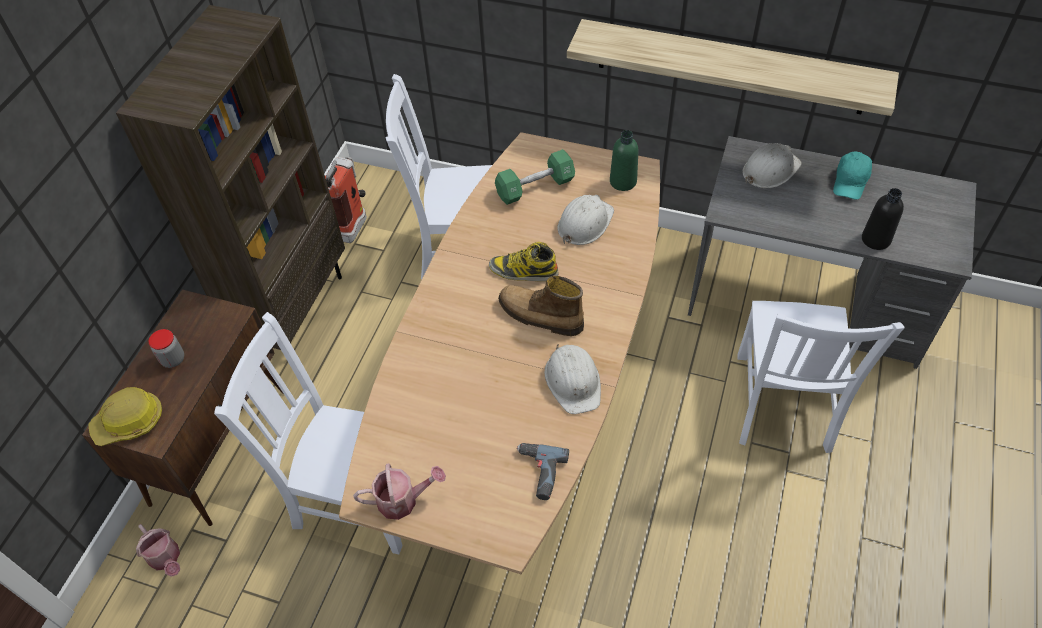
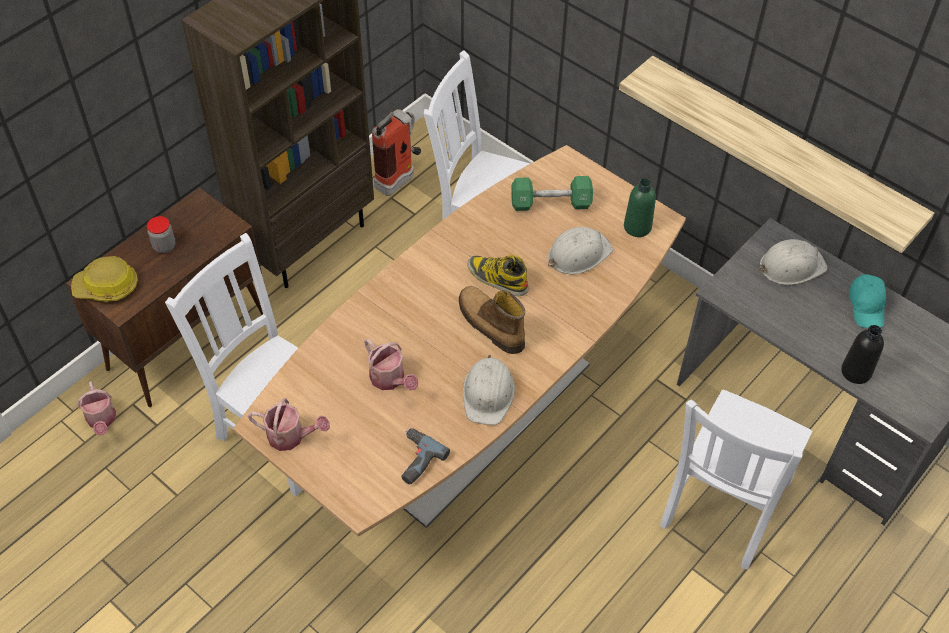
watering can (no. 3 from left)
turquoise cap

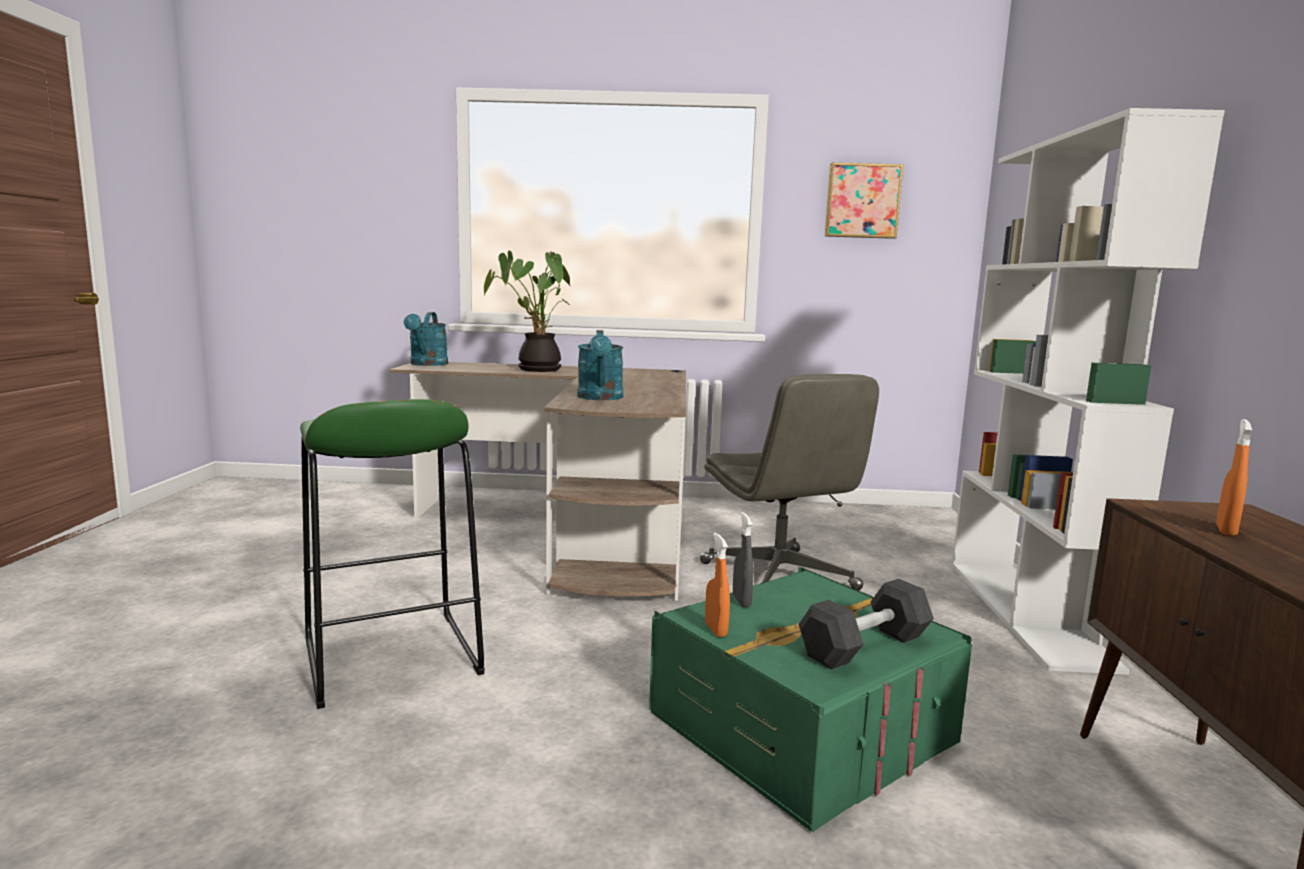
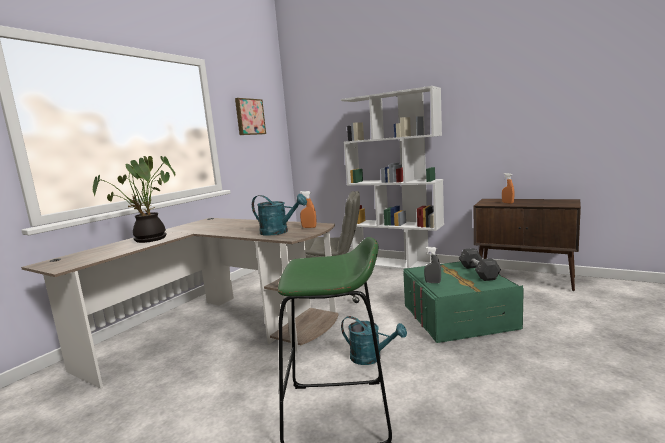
orange spray bottle (no. 1 from left)
turquoise watering can (no. 2 from left)

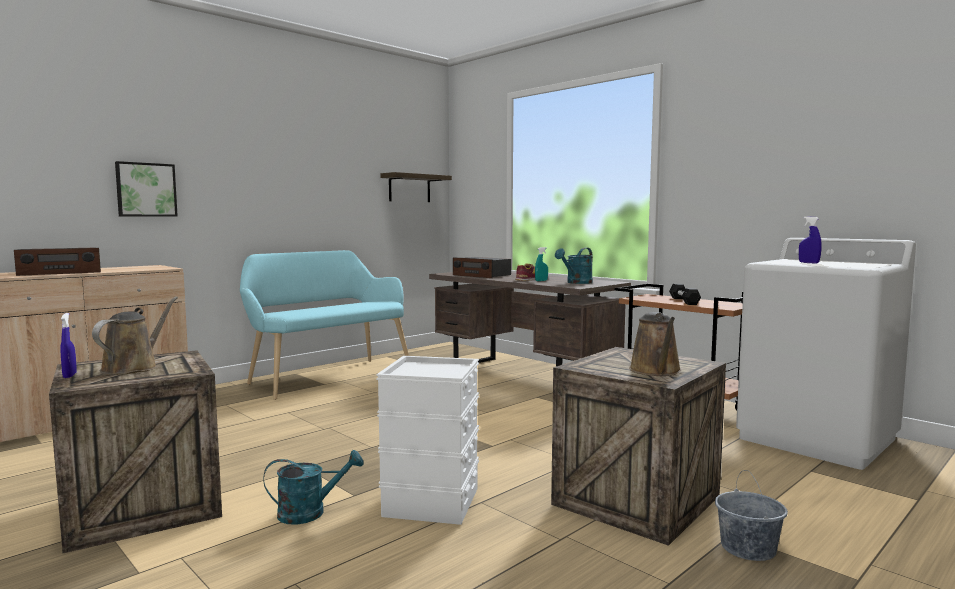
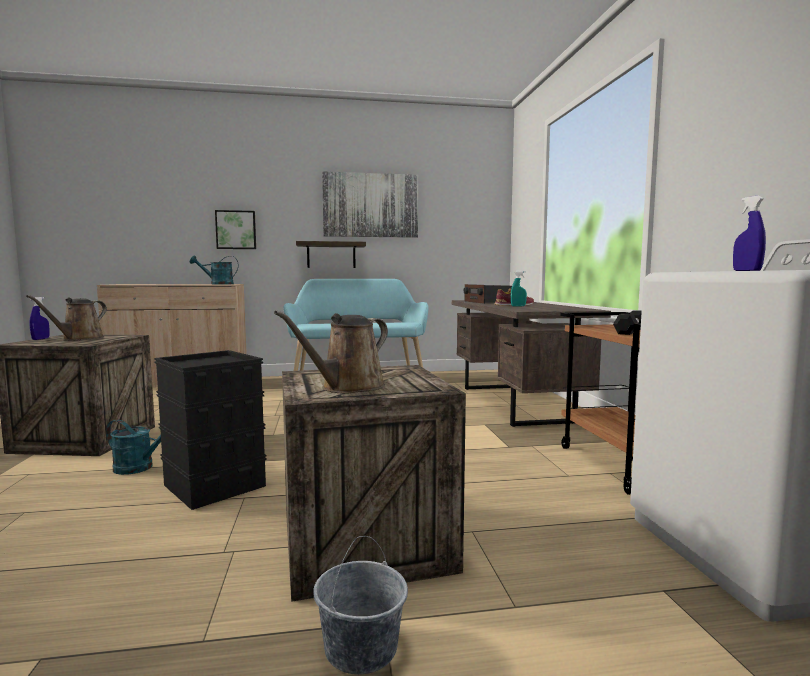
brown watering can (no. 1 from left)
black storage box
turquoise watering can (no. 2 from left)
shelf
picture (no. 2 from left)
radio (no. 1 from left in the first image)

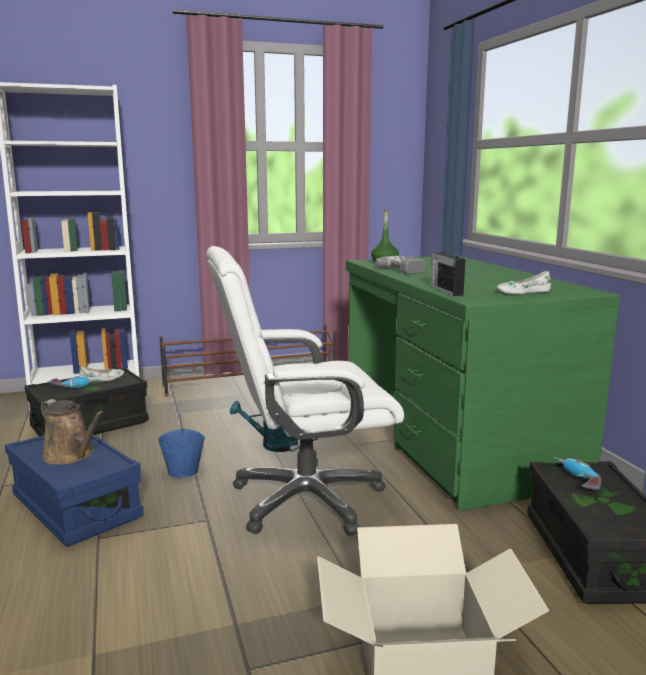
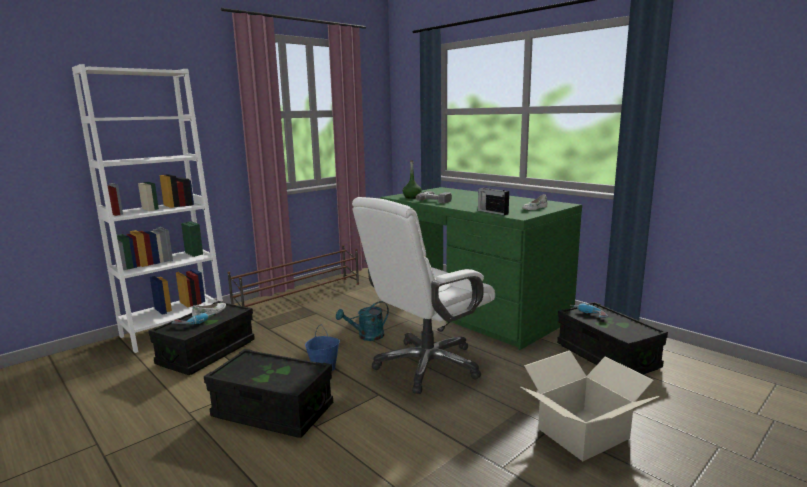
black storage box (no. 2 from left)
brown watering can

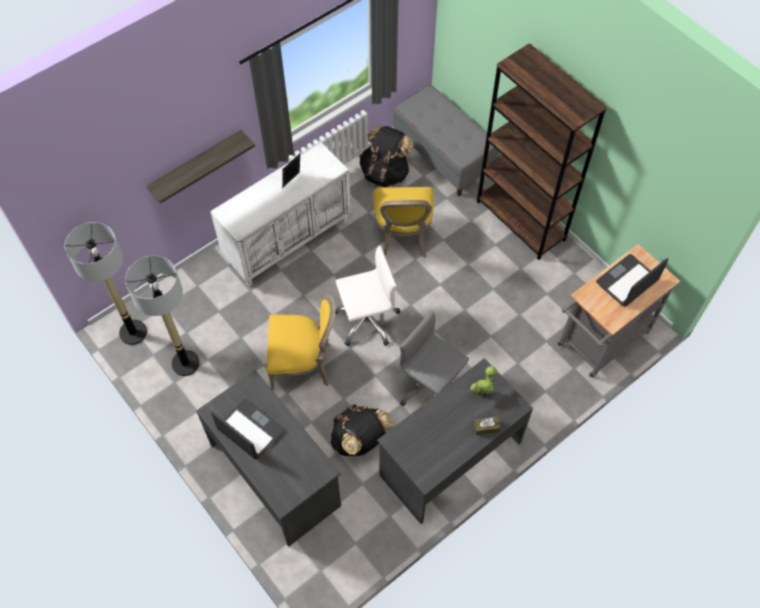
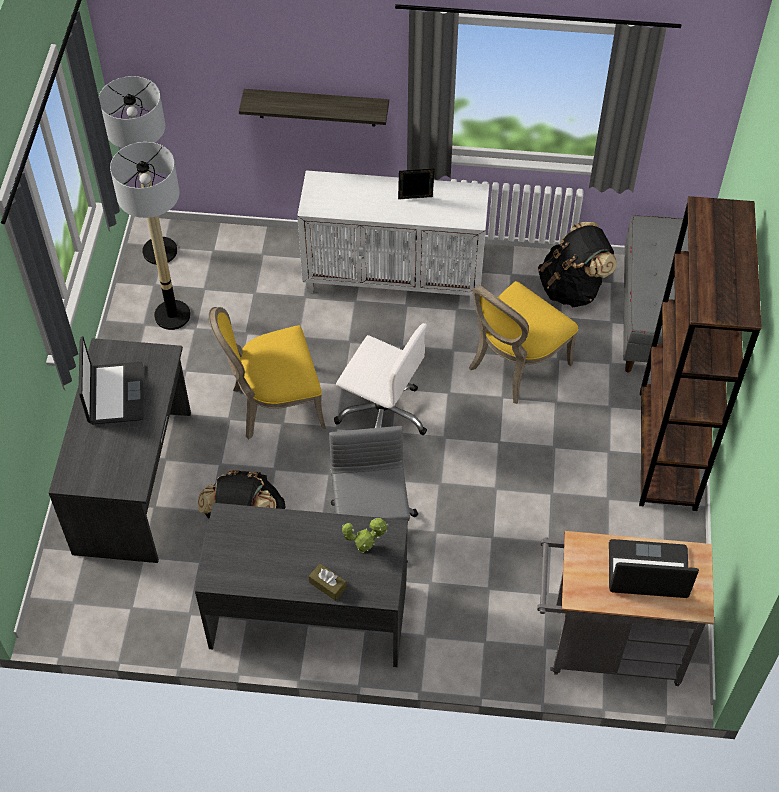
yellow chair (no. 1 from left)

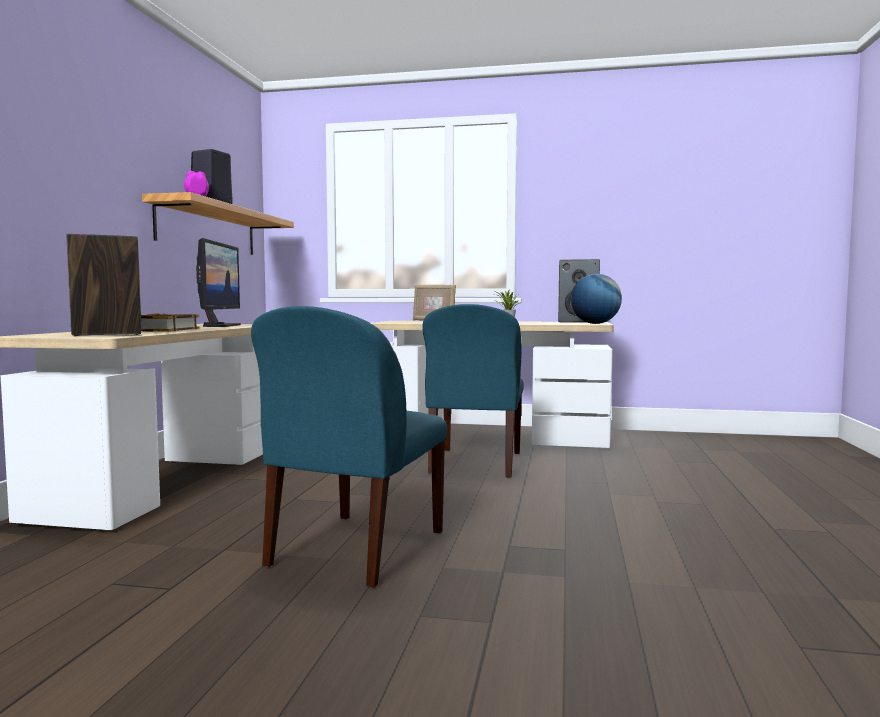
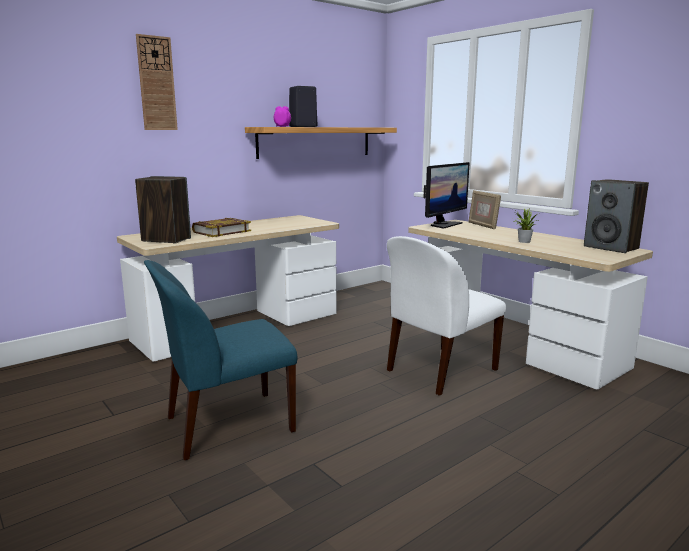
wall clock
white chair
monitor
globe

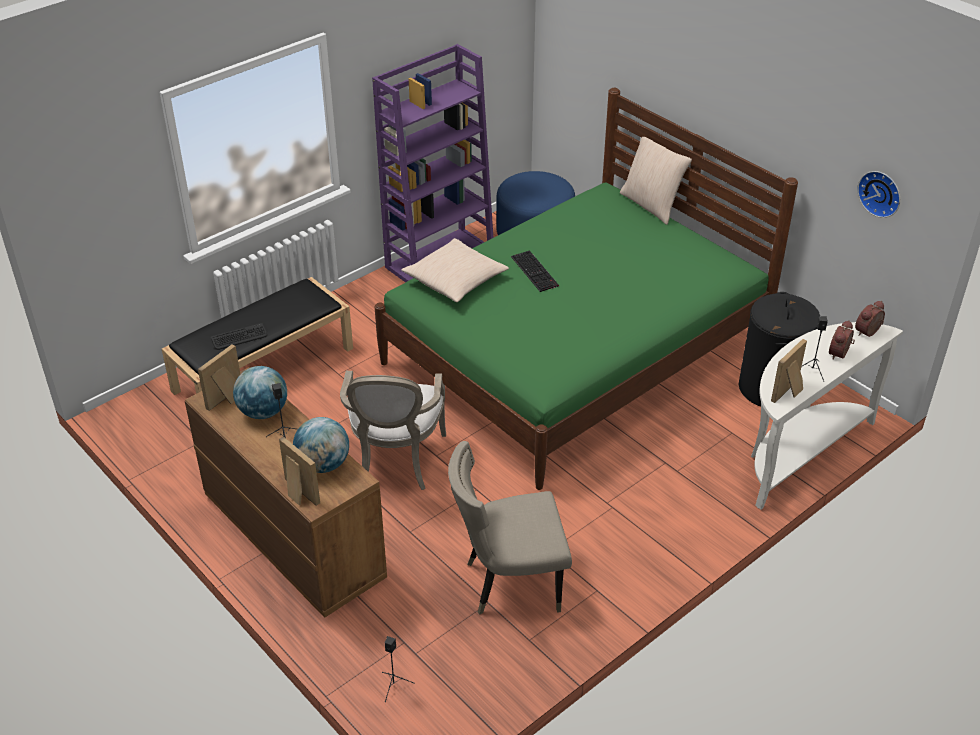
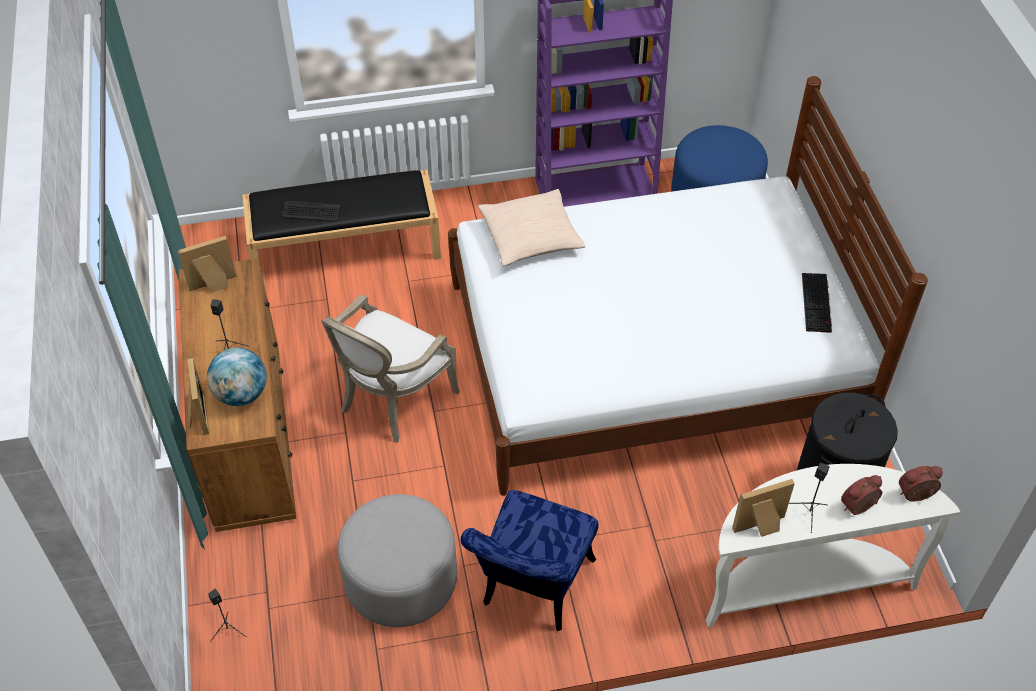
grey ottoman
white bed
blue chair
keyboard (no. 2 from left)
globe (no. 1 from left in the first image)
beige pillow (no. 2 from left in the first image)
wall clock

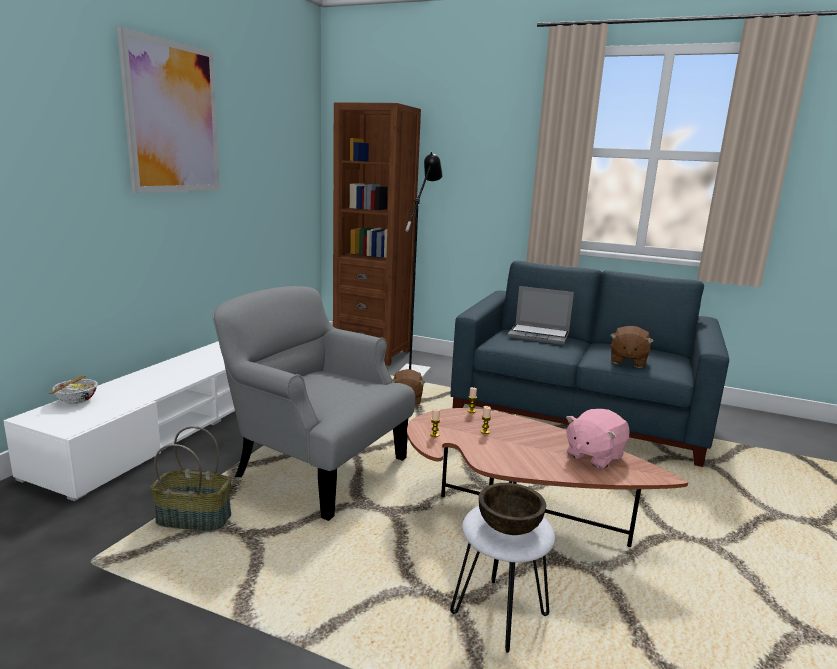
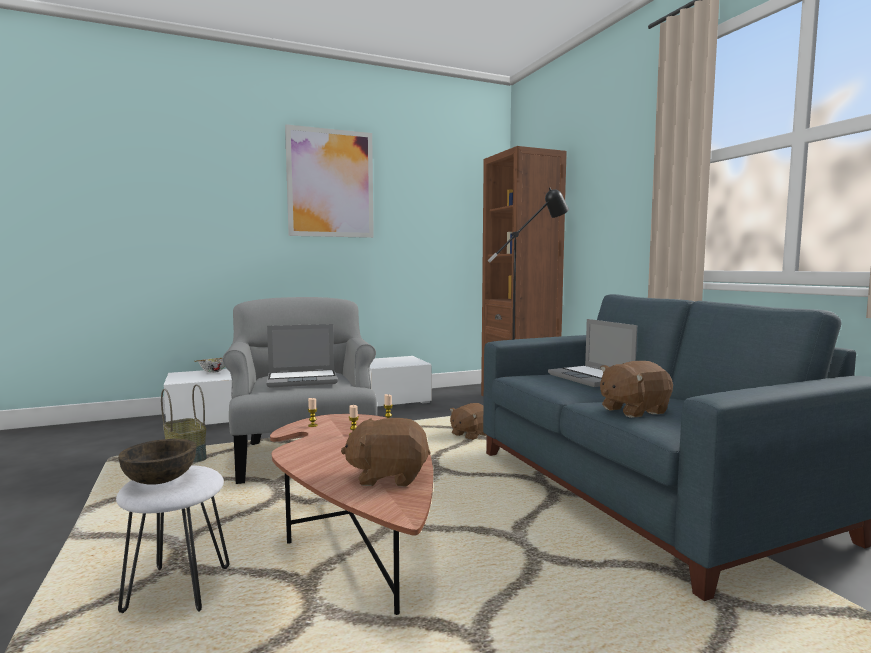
laptop (no. 1 from left)
brown plush toy (no. 1 from left)

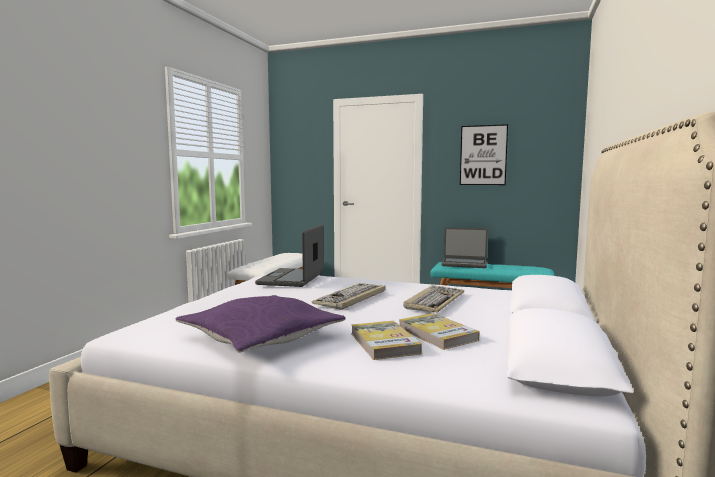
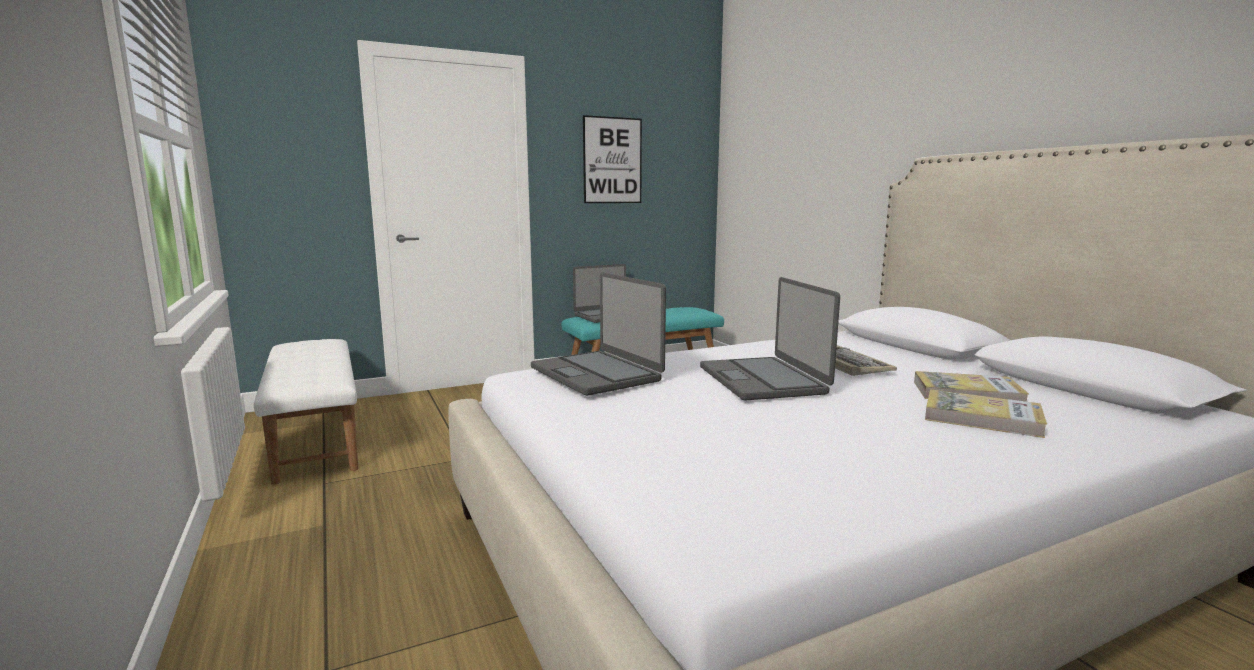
laptop (no. 3 from left)
purple pillow

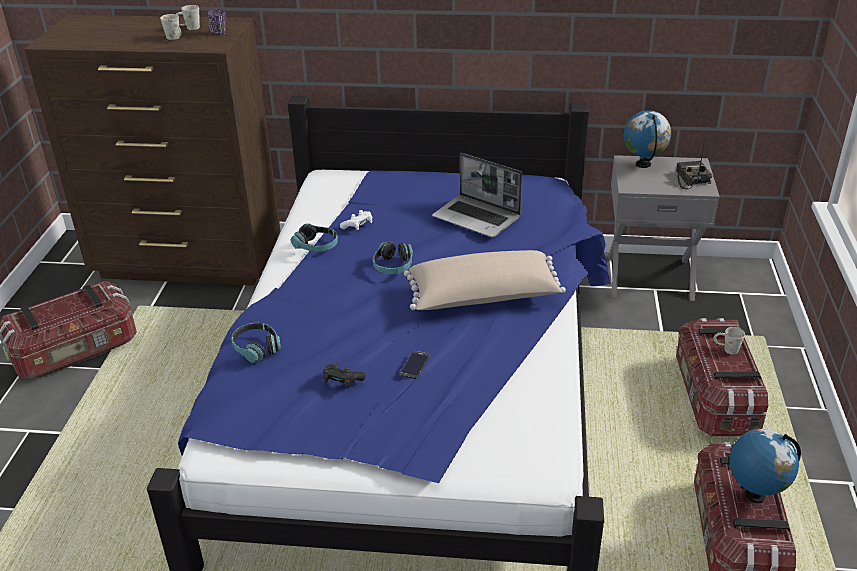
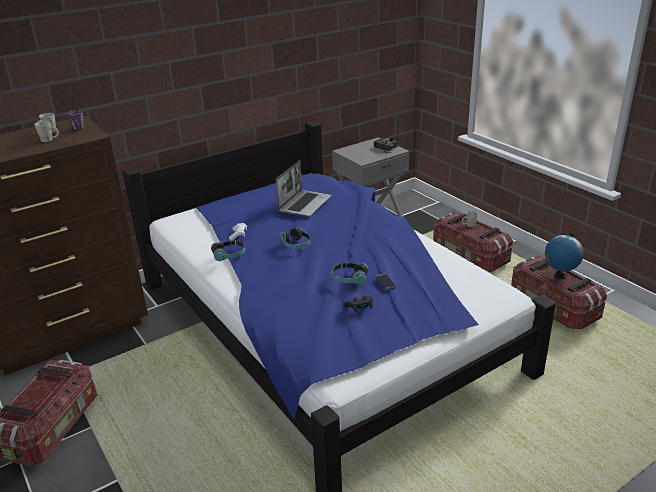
laptop
headphones (no. 3 from left)
beige pillow
globe (no. 1 from left in the first image)

